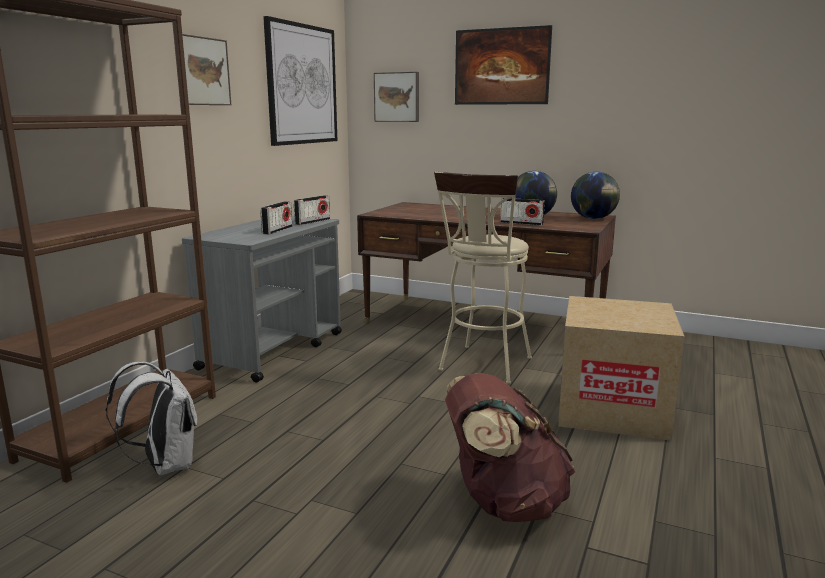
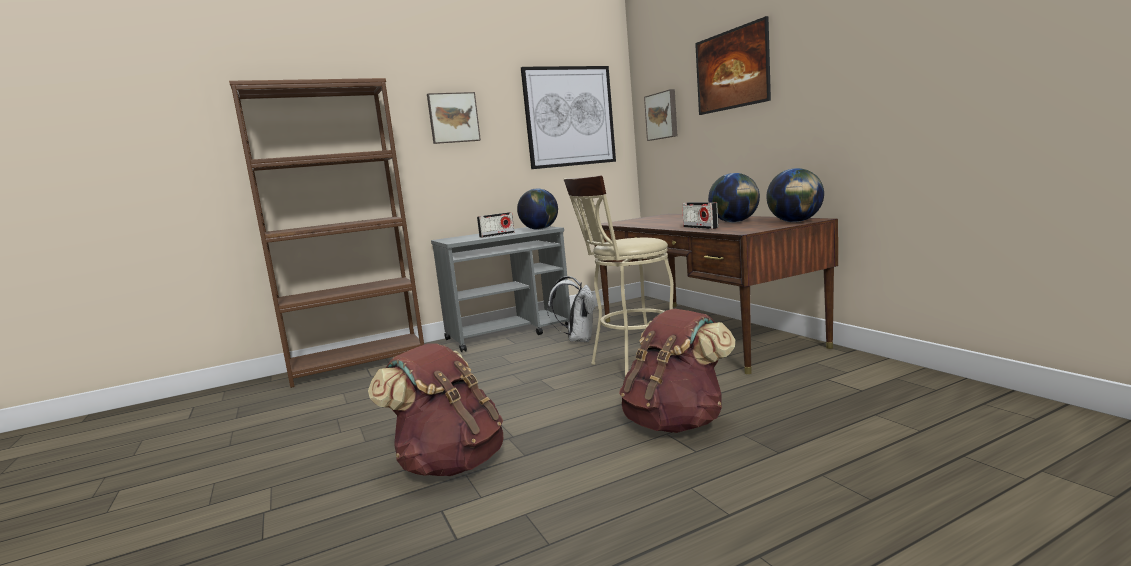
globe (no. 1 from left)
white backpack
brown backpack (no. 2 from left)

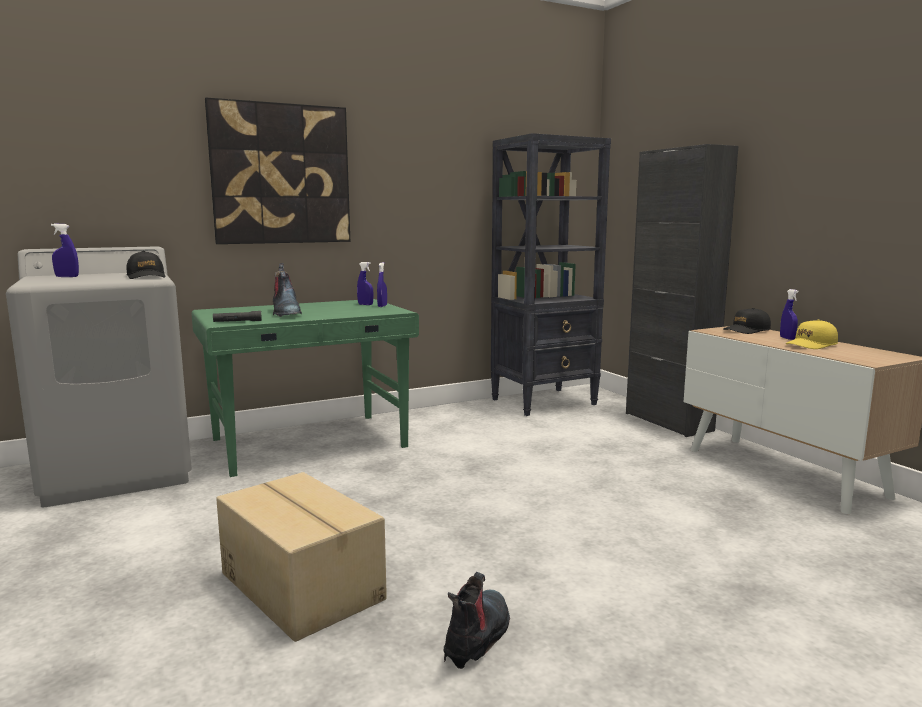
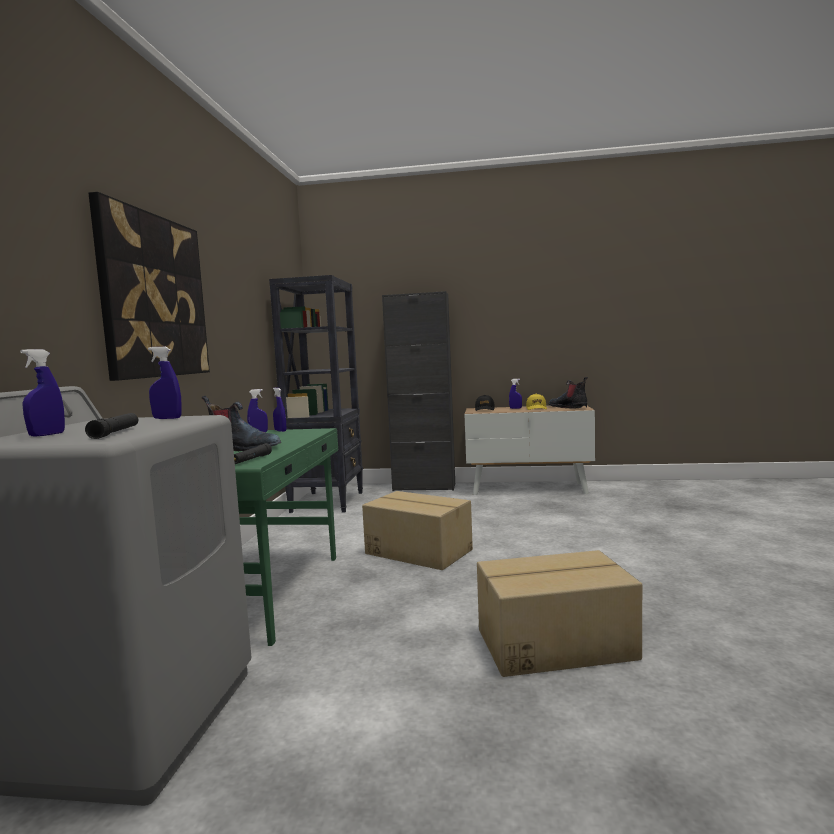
black flashlight (no. 1 from left)
blue spray bottle (no. 2 from left)
cardboard box (no. 1 from left)
boot (no. 2 from left)

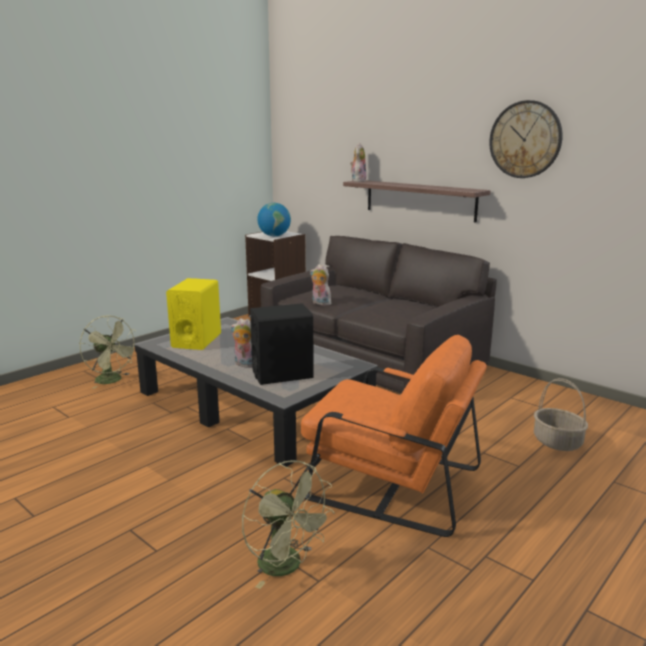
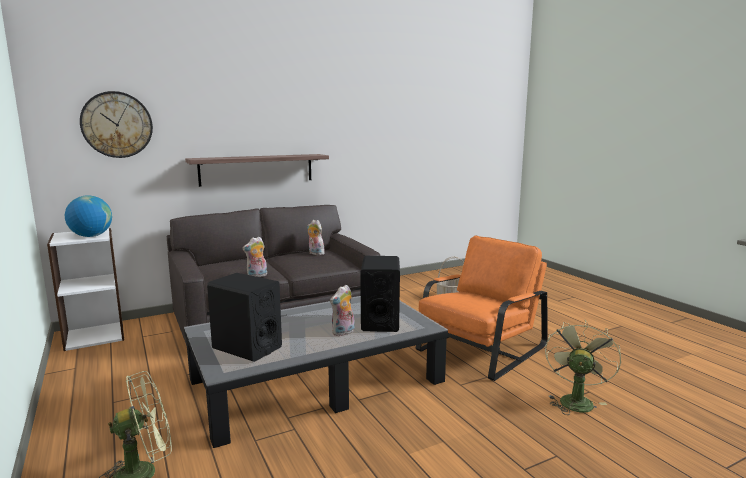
wall clock
black speaker (no. 1 from left)
plush toy (no. 2 from left)
green fan (no. 2 from left)

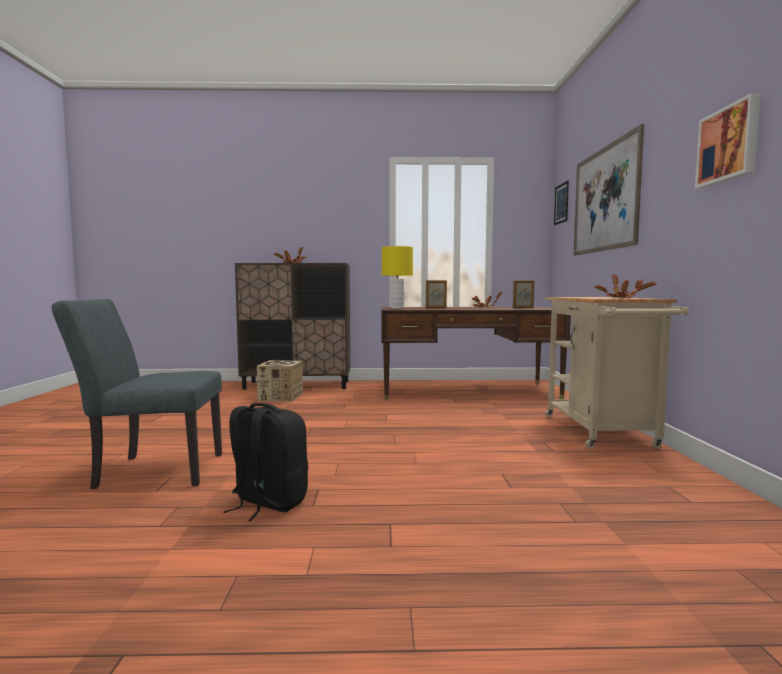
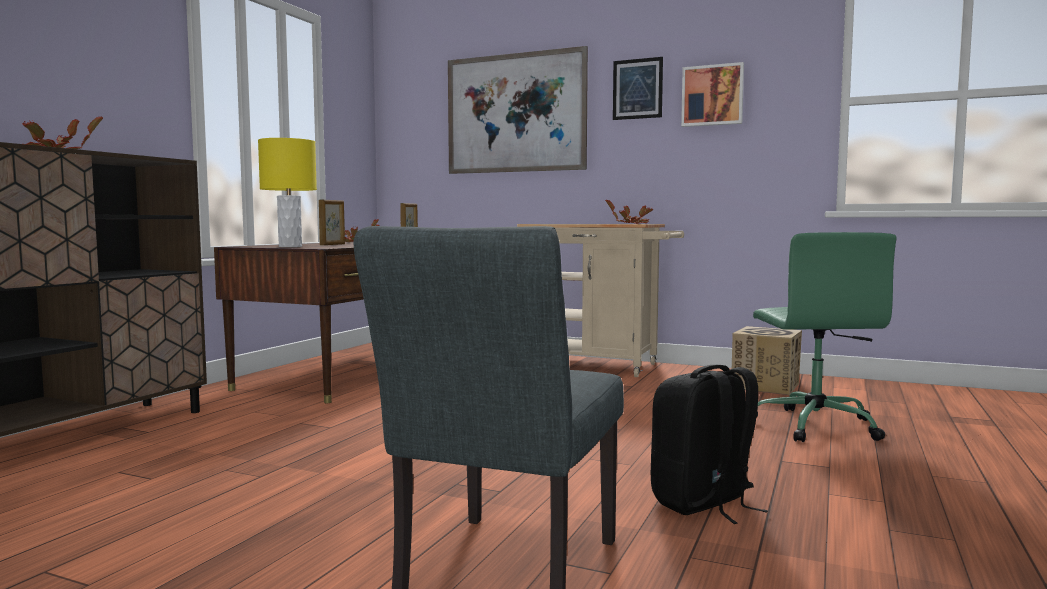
picture (no. 2 from left)
cardboard box
green office chair

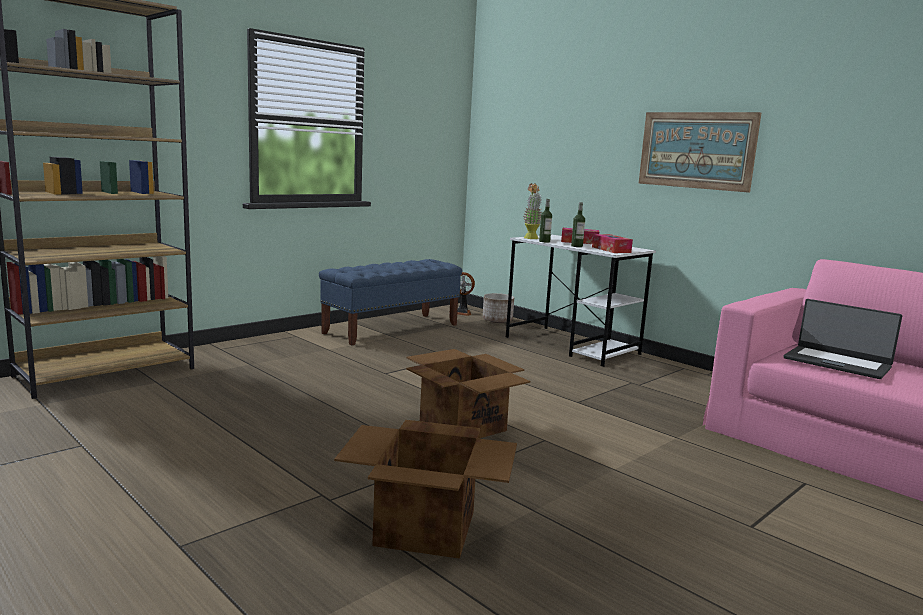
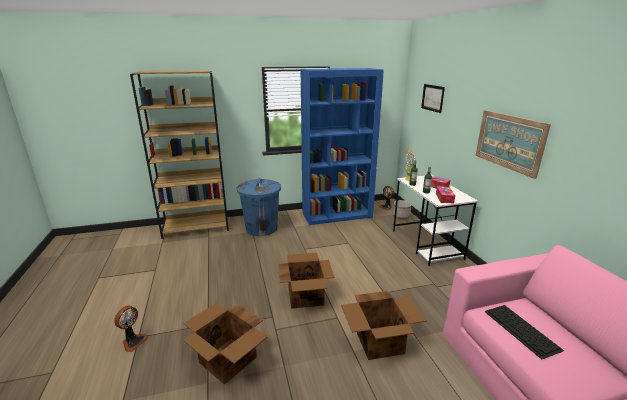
fan (no. 1 from left)
blue trash can
blue bookcase
cardboard box (no. 3 from left)
picture (no. 1 from left)
keyboard

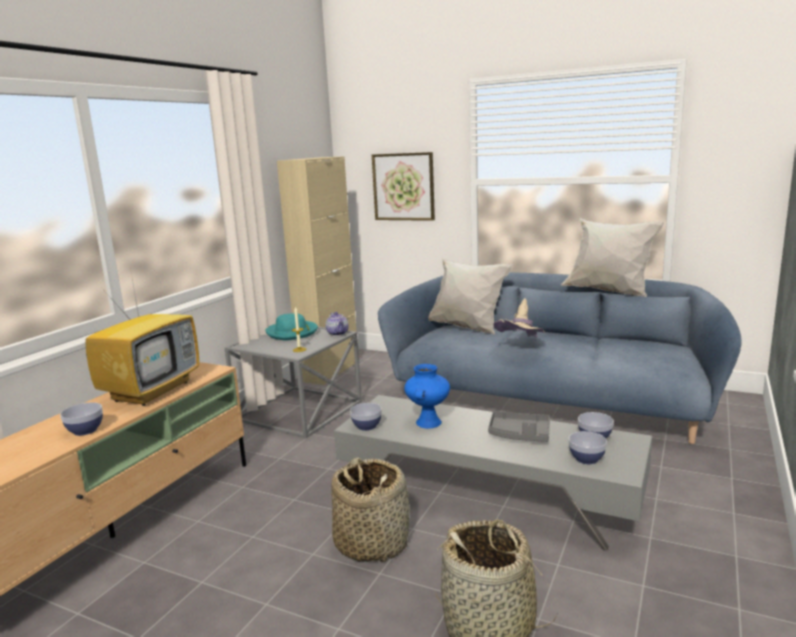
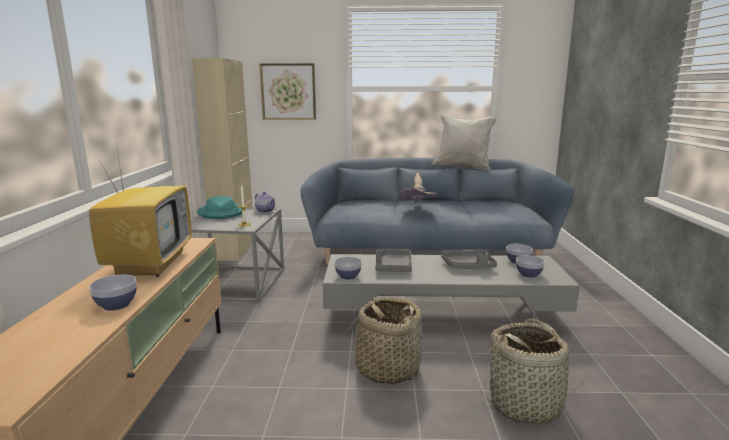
grey tray (no. 1 from left)
white pillow (no. 1 from left in the first image)

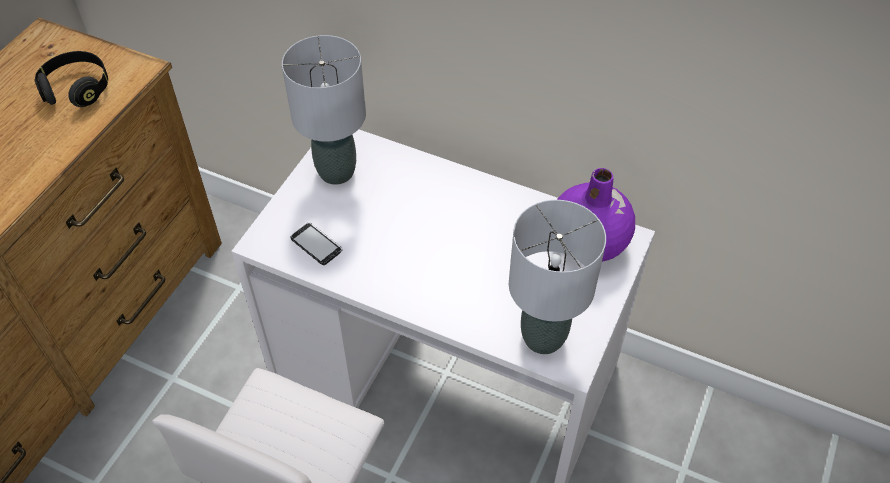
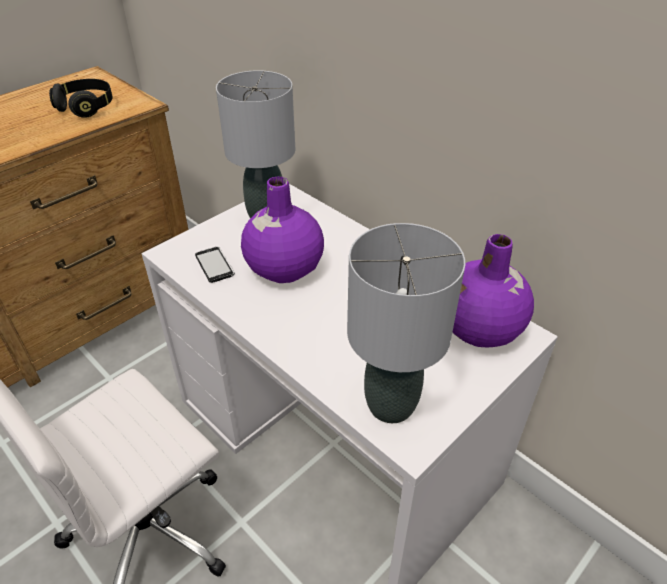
purple vase (no. 1 from left)

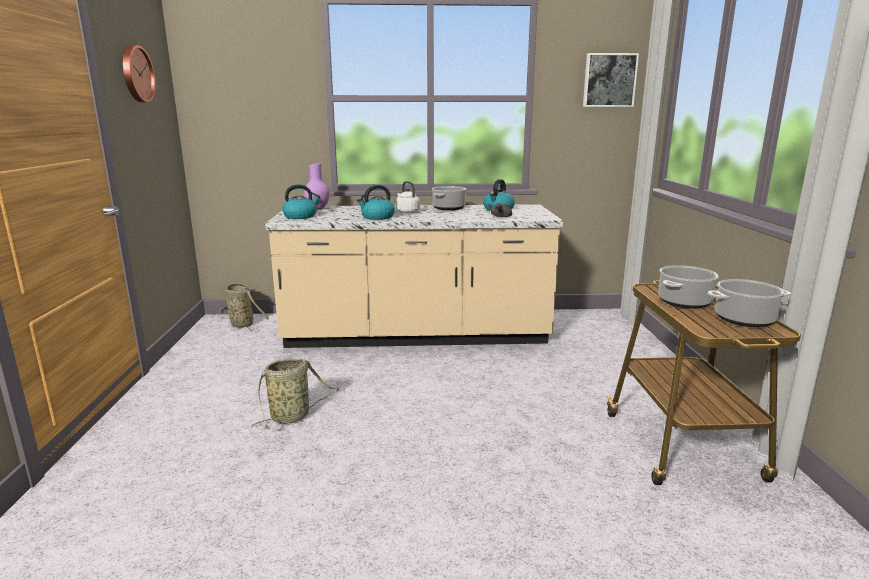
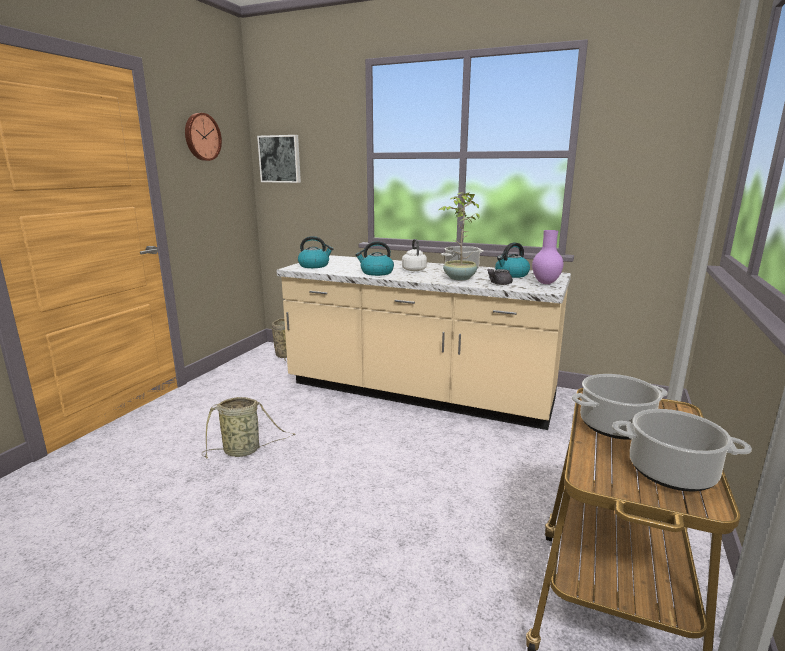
picture
potted plant
purple vase

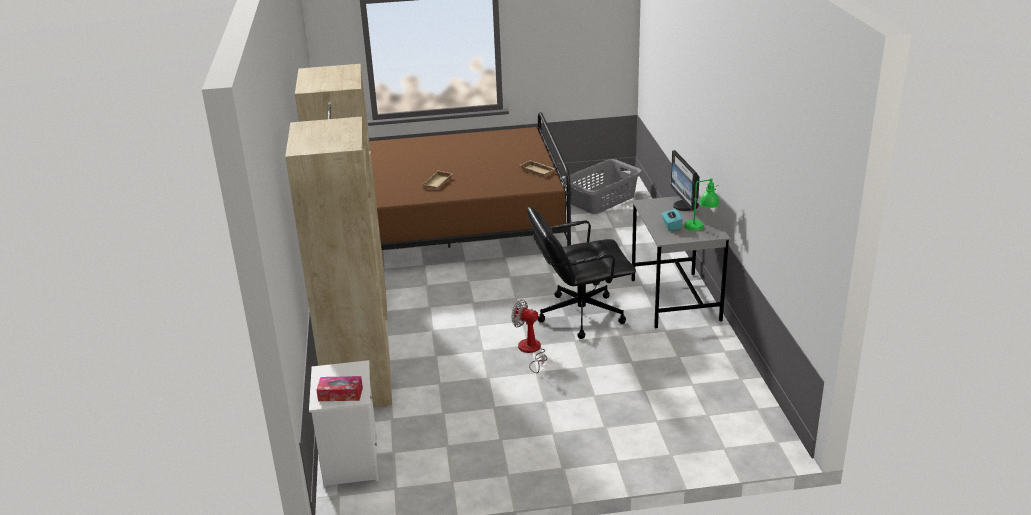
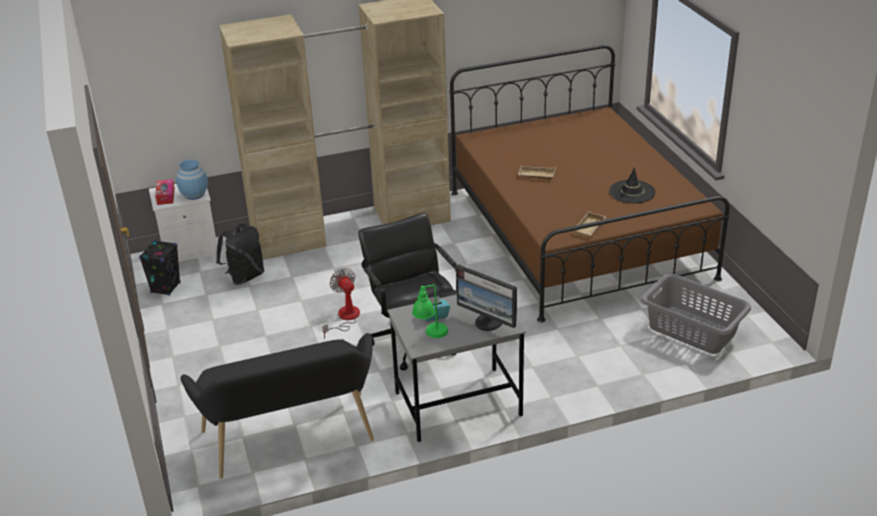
black speaker
blue vase
black bench
black backpack
fan
monitor
black hat

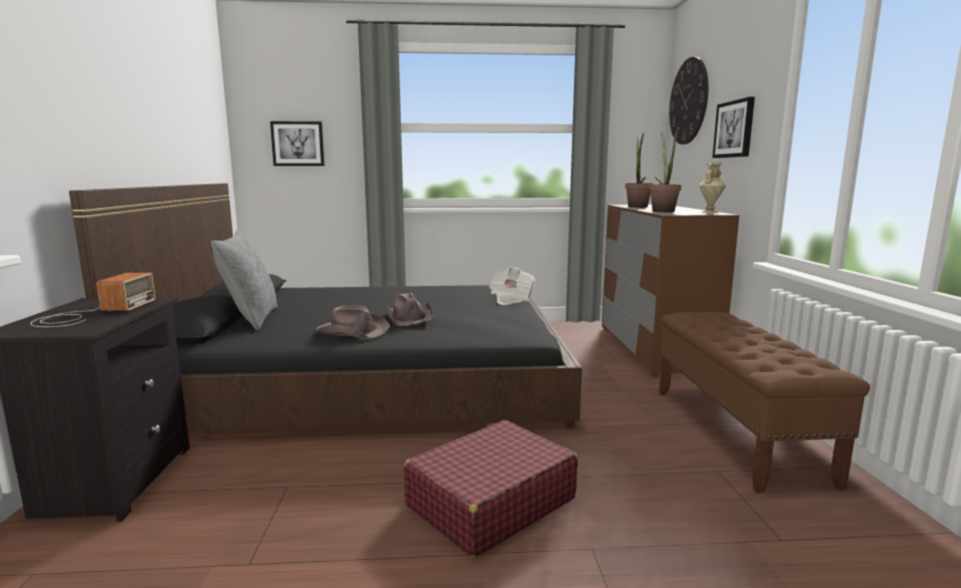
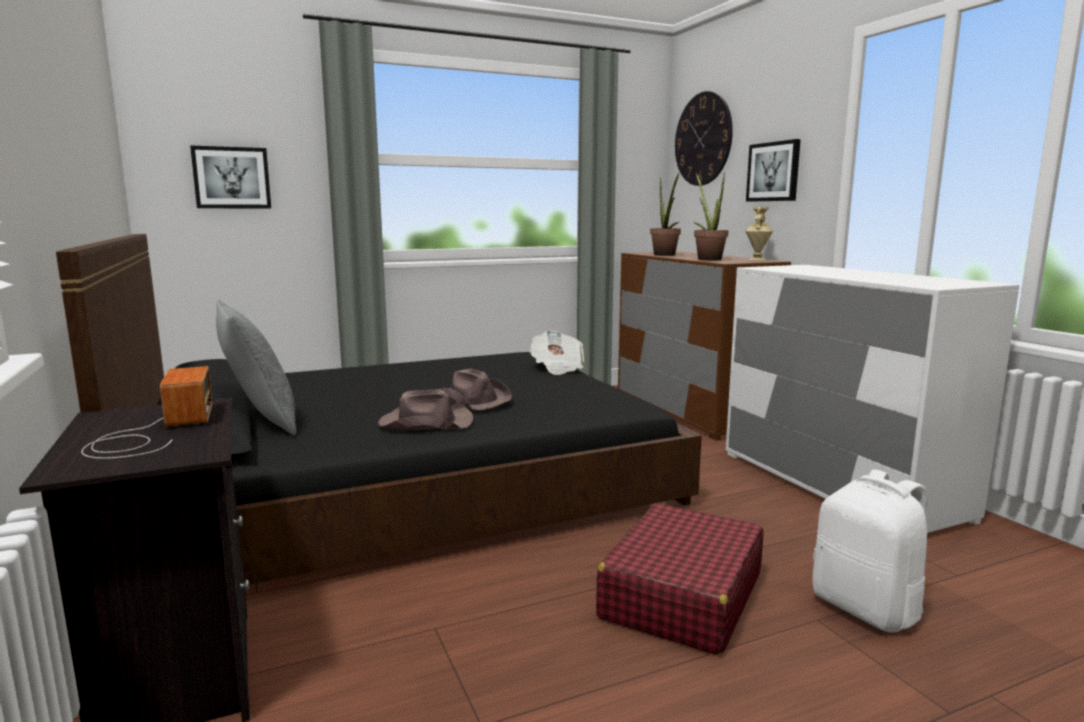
white dresser
white backpack

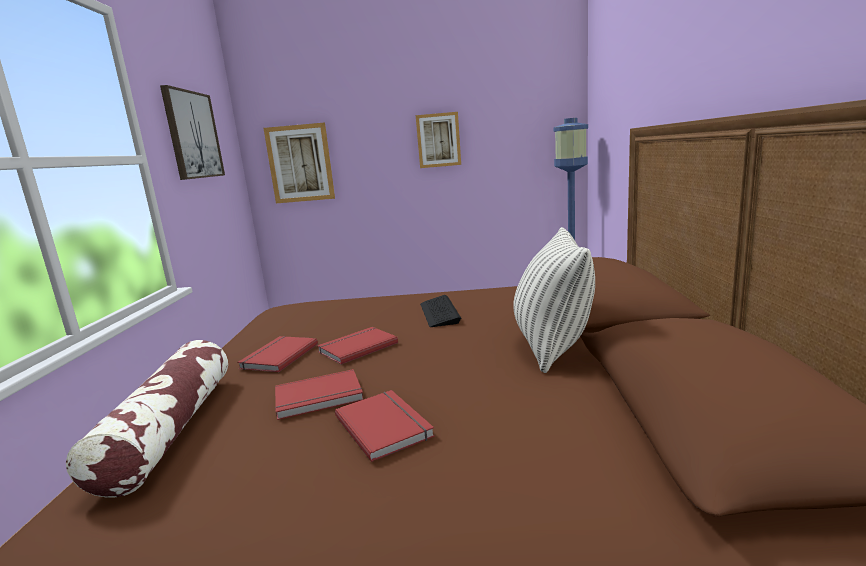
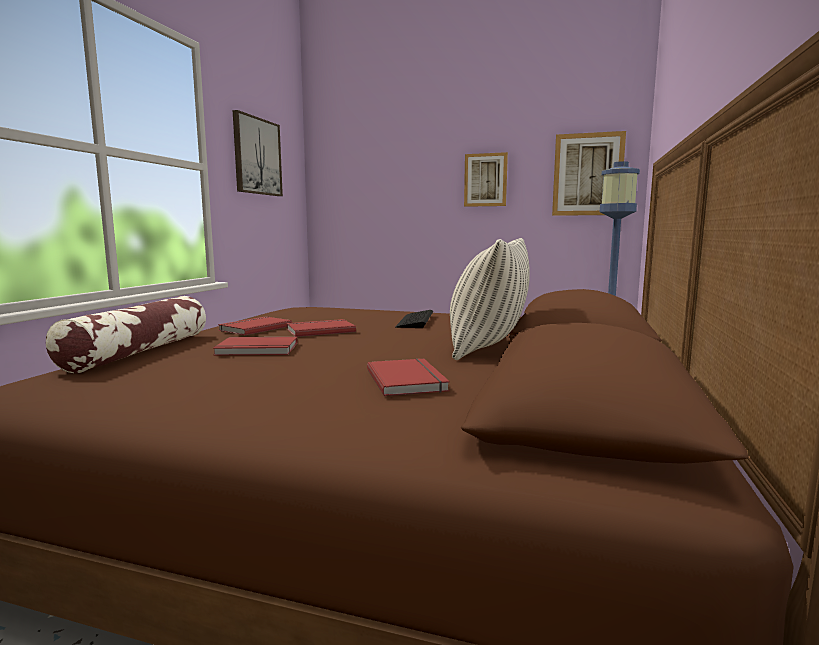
red book (no. 4 from left)
picture (no. 3 from left)

